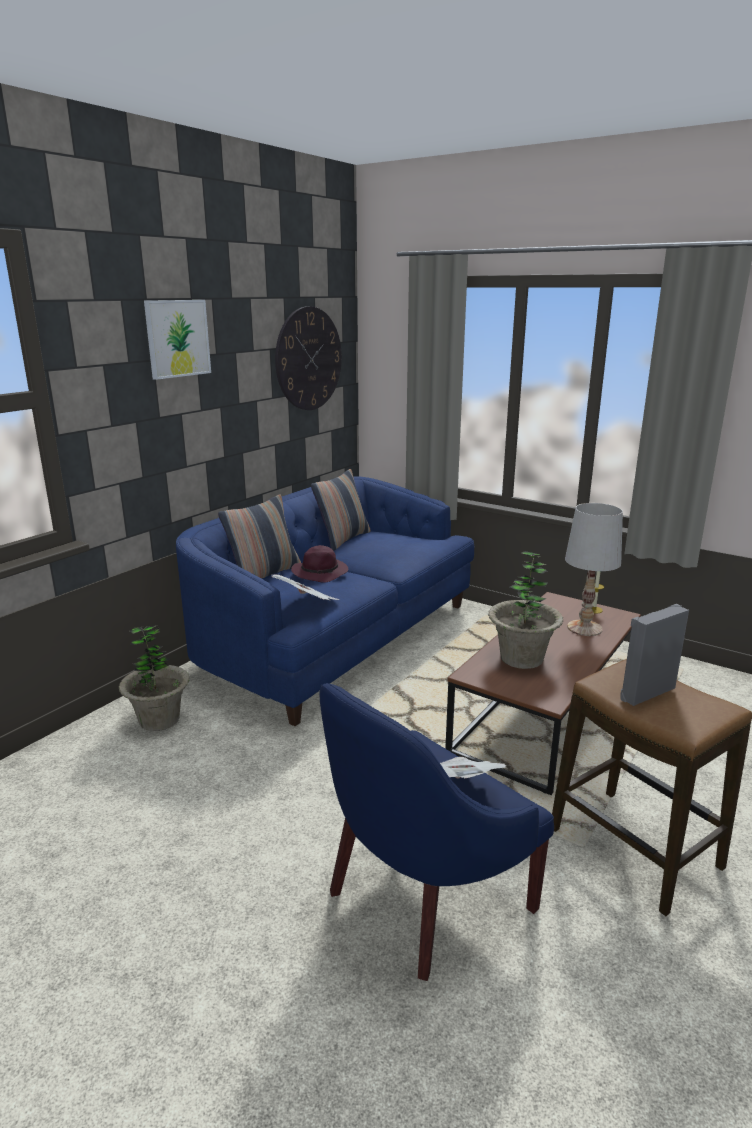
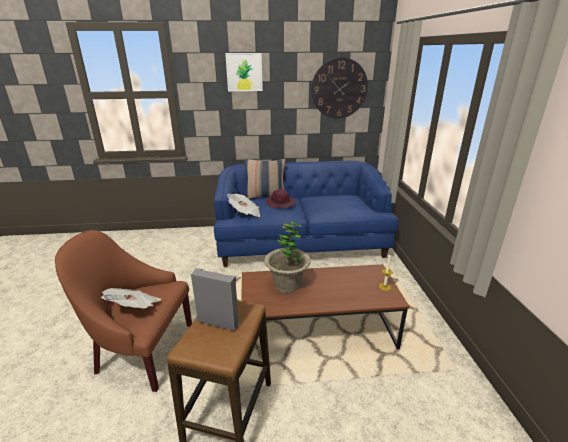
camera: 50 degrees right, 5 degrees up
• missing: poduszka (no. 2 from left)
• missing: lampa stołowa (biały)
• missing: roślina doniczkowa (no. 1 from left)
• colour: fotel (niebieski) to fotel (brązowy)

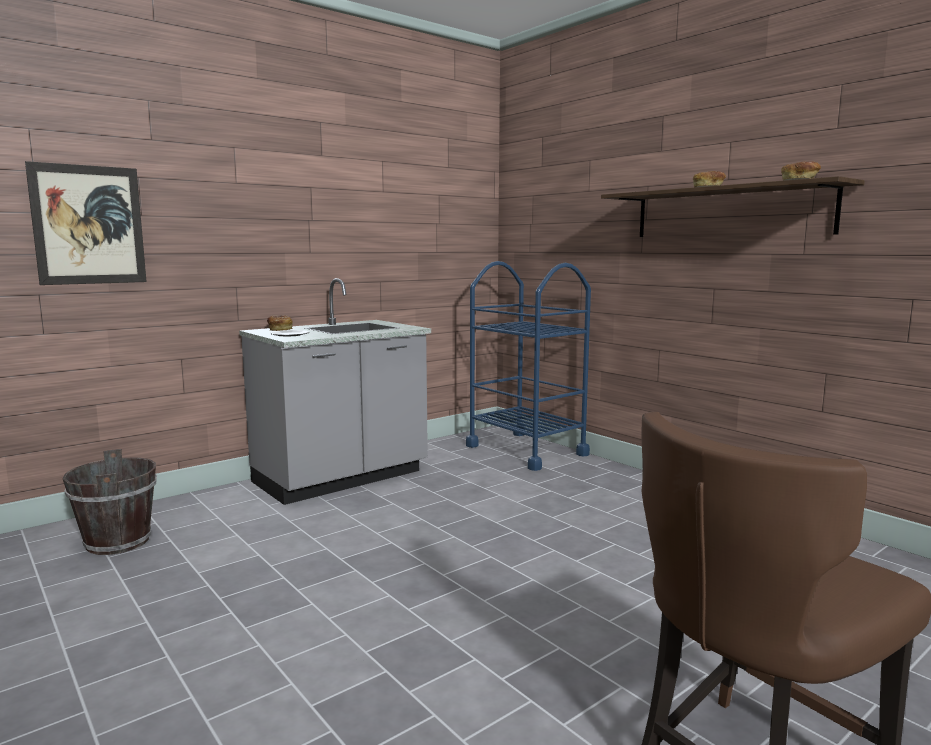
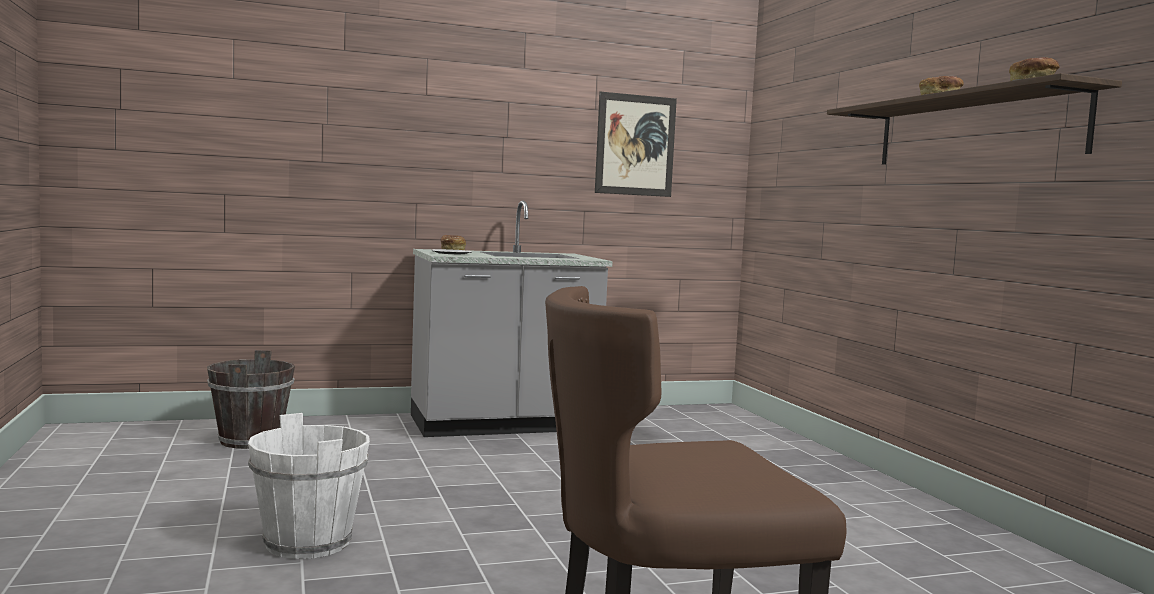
camera: 20 degrees right, 5 degrees down
• relocated: obraz
• missing: wózek (niebieski)
• appeared: wiadro (biały)

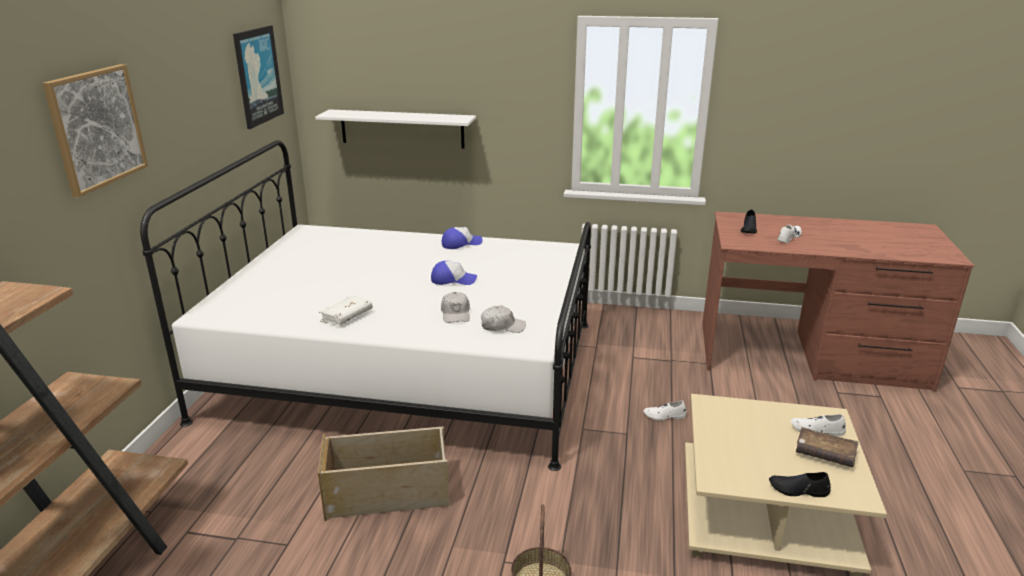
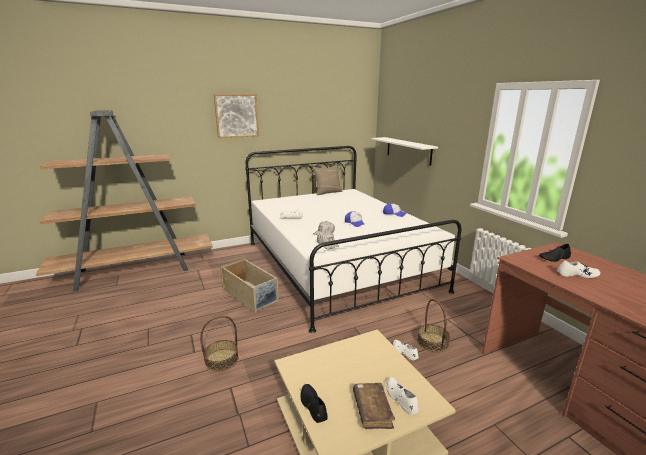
camera: 55 degrees right, 5 degrees down
• missing: obraz (no. 2 from left)
• appeared: poduszka (beżowy)
• appeared: koszyk (no. 2 from left)

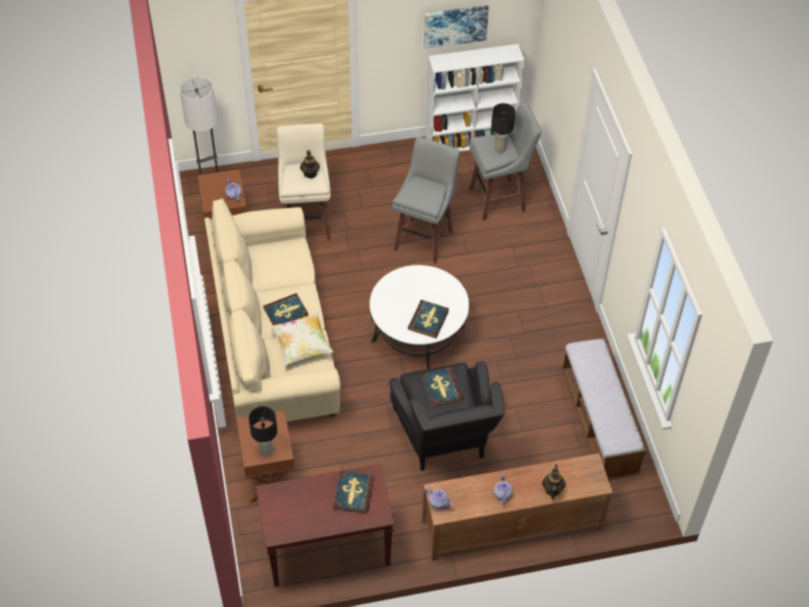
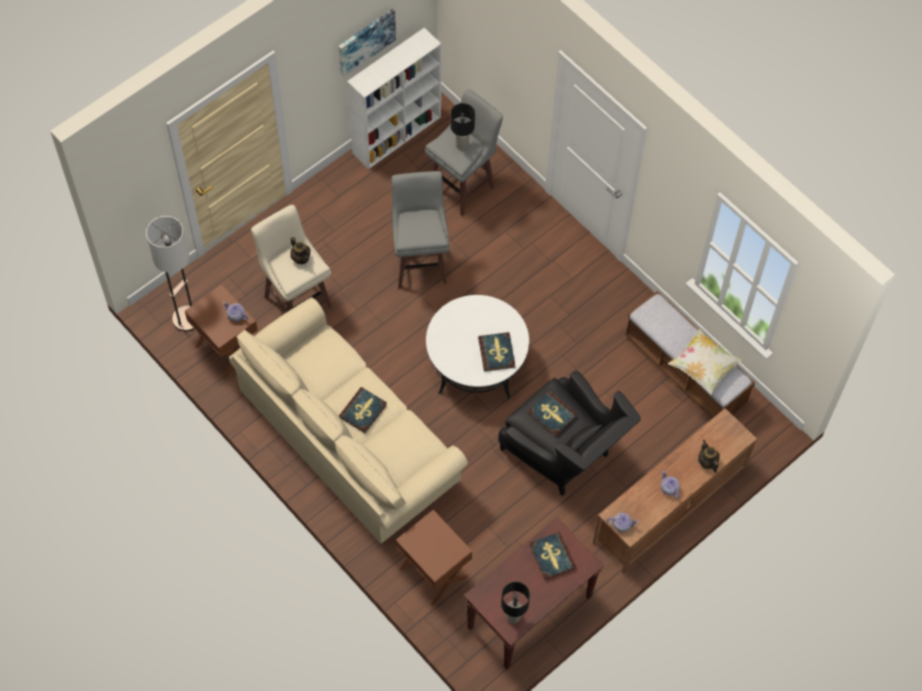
camera: 30 degrees left, 10 degrees up
• relocated: poduszka
• relocated: lampa stołowa (czarny) (no. 1 from left in the first image) to lampa stołowa (czarny) (no. 2 from left)

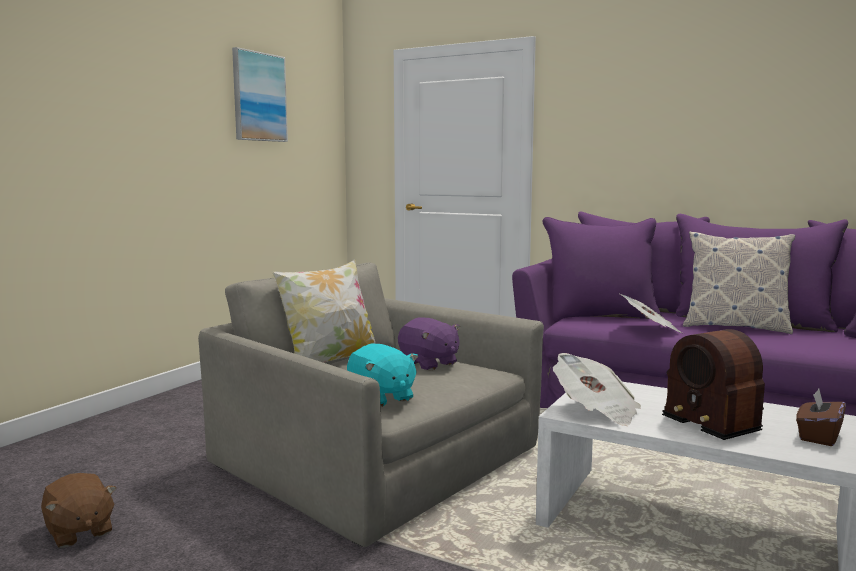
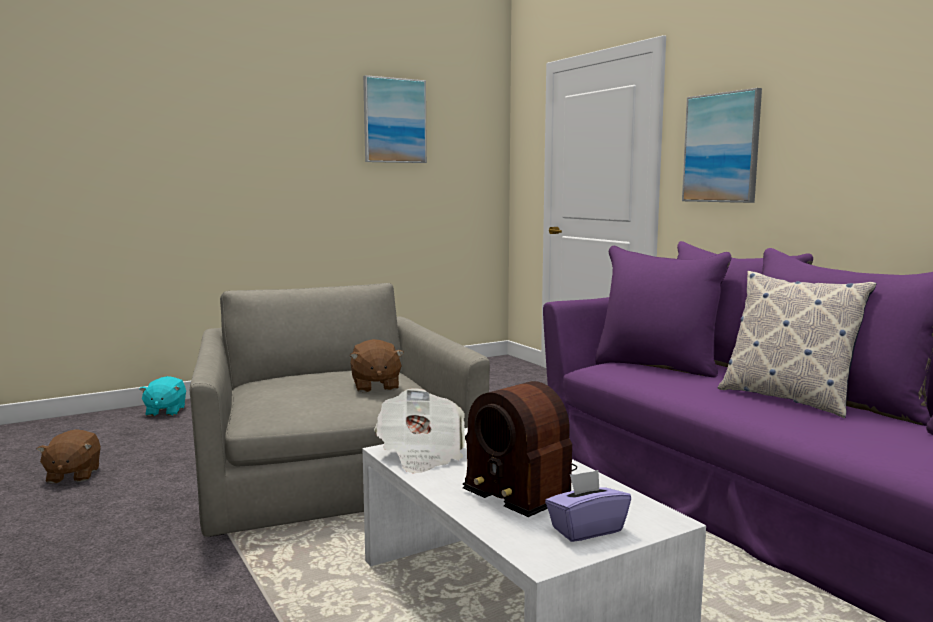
camera: 30 degrees right, 0 degrees up
• missing: poduszka (no. 1 from left)
• missing: gazeta (no. 2 from left)
• colour: pluszak (fioletowy) to pluszak (brązowy) (no. 2 from left)
• spun: radio 45 degrees counterclockwise
• relocated: pluszak (turkusowy)
• colour: pudełko chusteczek (brązowy) to pudełko chusteczek (fioletowy)
• appeared: obraz (no. 2 from left)

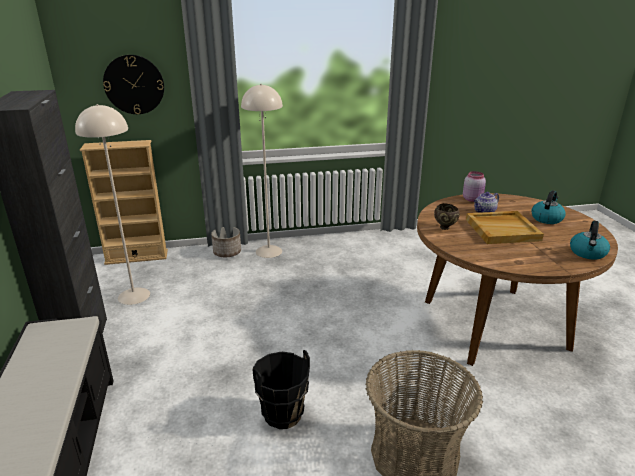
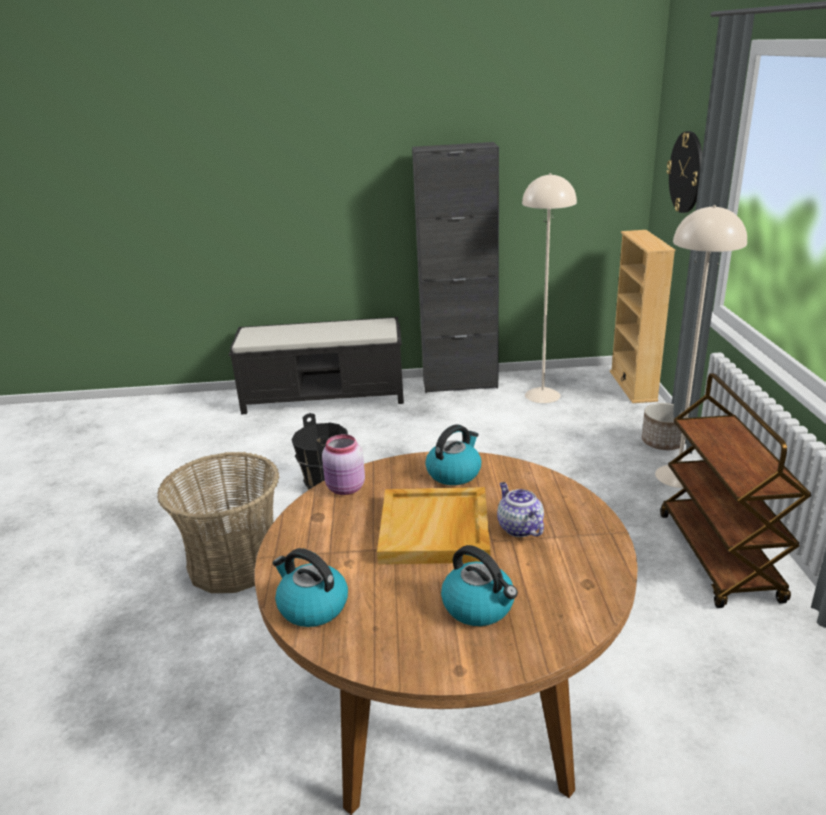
camera: 100 degrees right, 0 degrees up
• relocated: słoik (różowy)
• exchanged: miska (brązowy) to czajnik (no. 2 from left)
• appeared: wózek (brązowy)

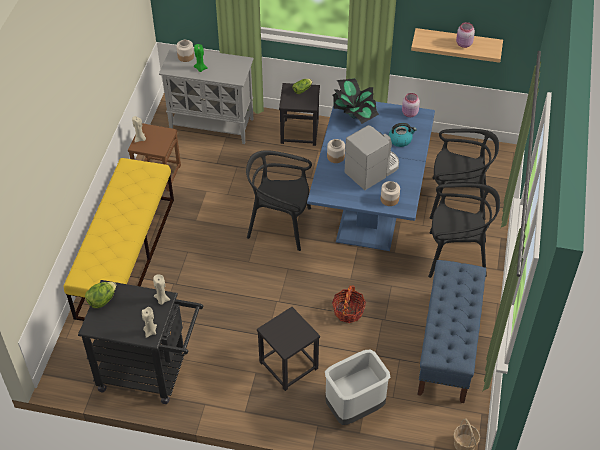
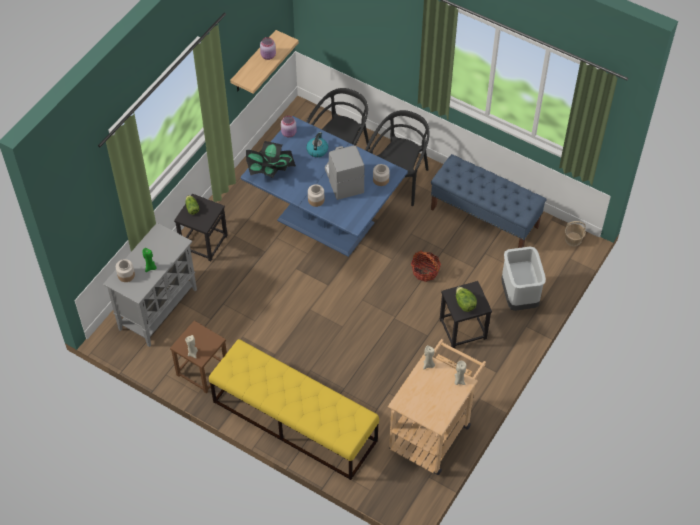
camera: 70 degrees left, 5 degrees up
• missing: krzesło (czarny) (no. 1 from left)
• colour: wózek (czarny) to wózek (beżowy)
• relocated: sałata (no. 1 from left in the first image) to sałata (no. 2 from left)

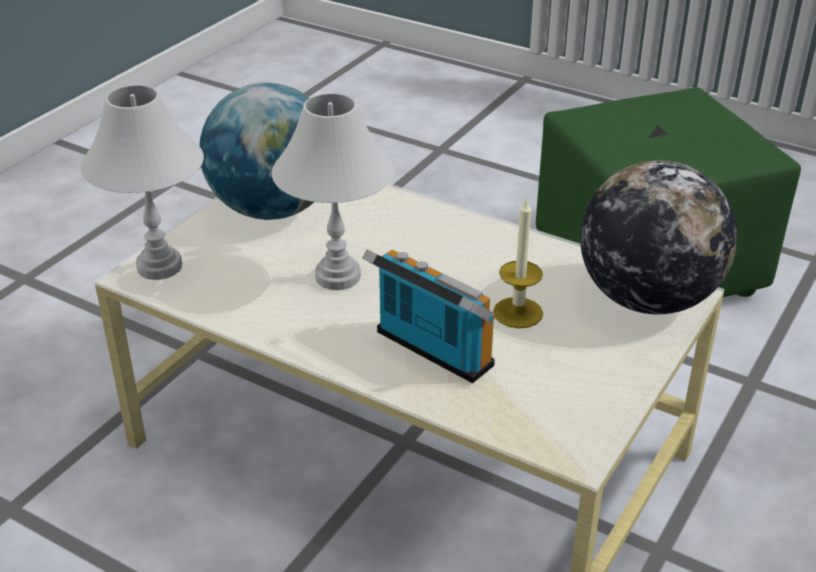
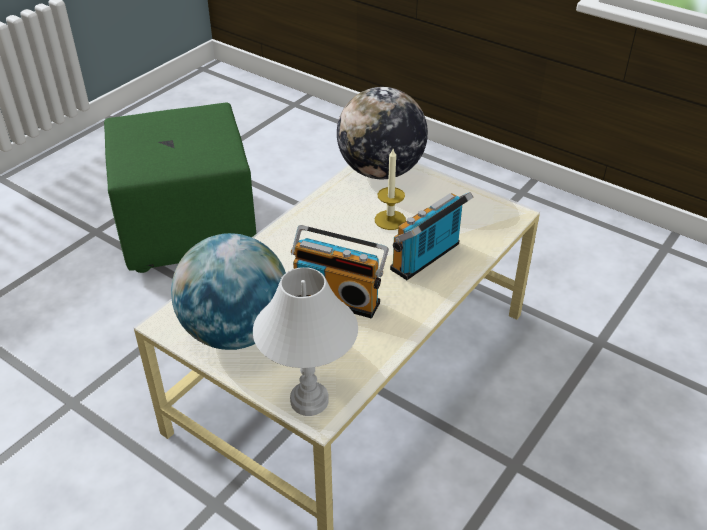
camera: 85 degrees left, 5 degrees up
• exchanged: lampa stołowa (biały) (no. 2 from left) to radio (no. 1 from left)

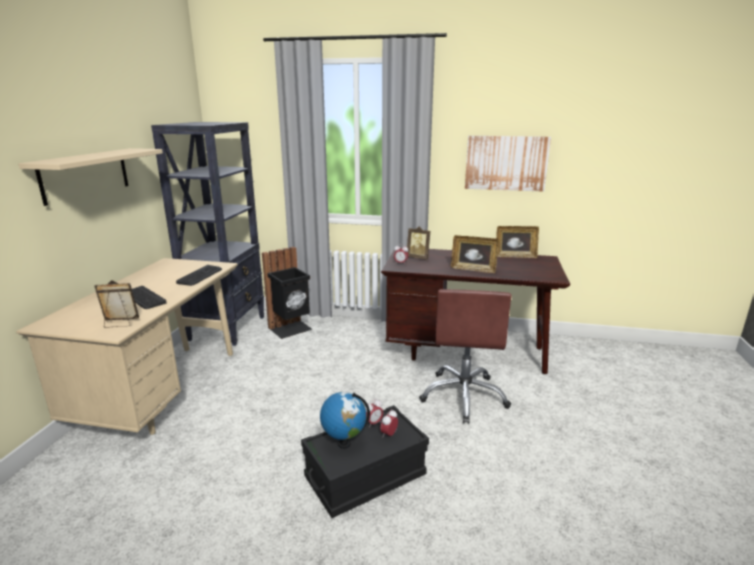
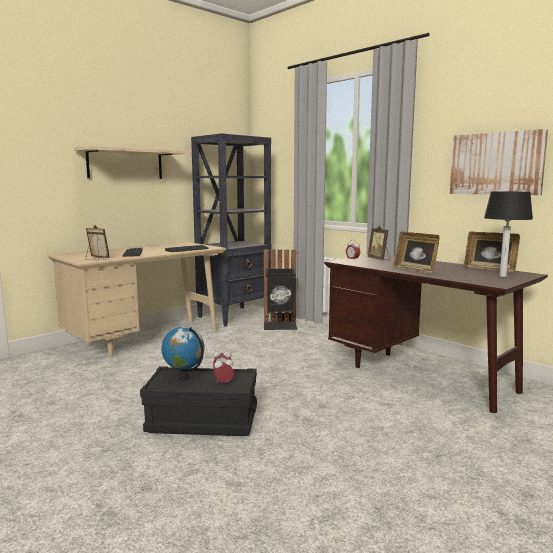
camera: 35 degrees right, 10 degrees down
• missing: krzesło biurowe (brązowy)
• appeared: lampa stołowa

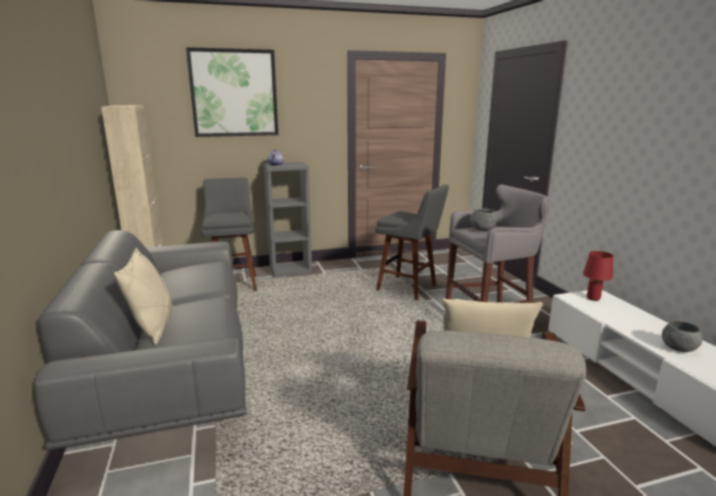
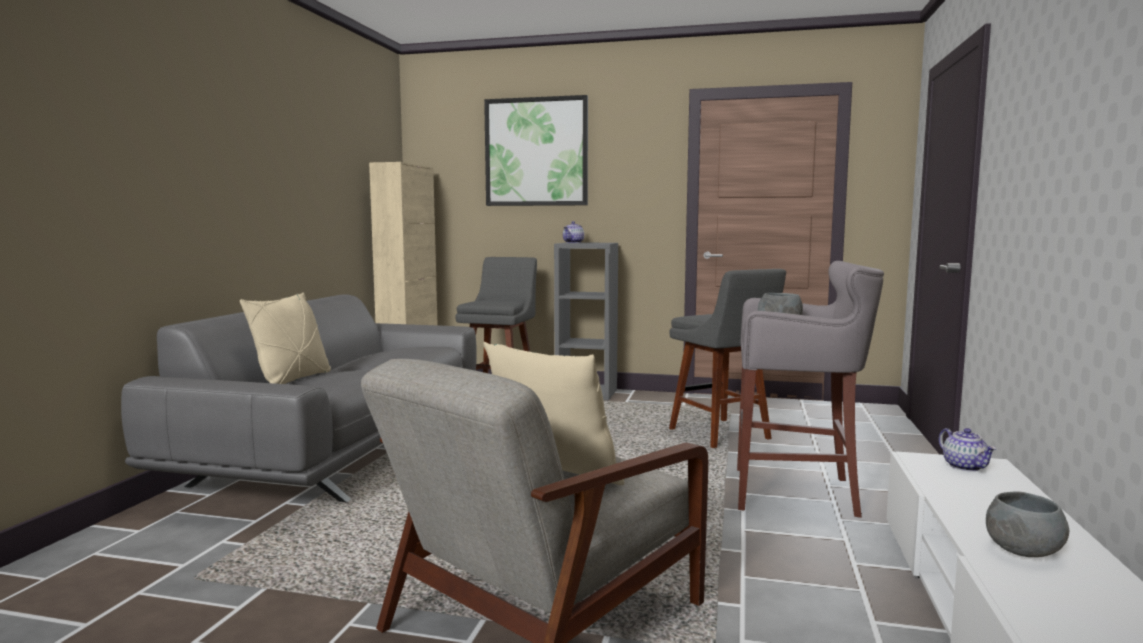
camera: 30 degrees right, 10 degrees down
• exchanged: lampa stołowa (czerwony) to imbryk (no. 2 from left)

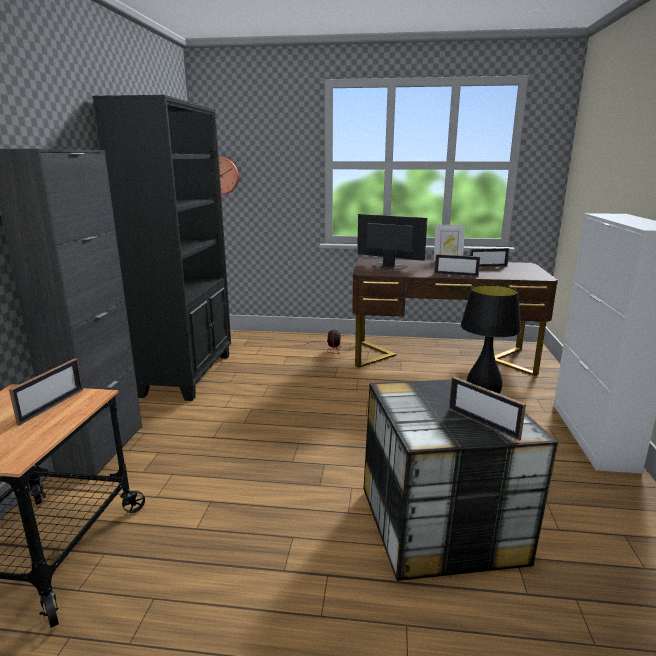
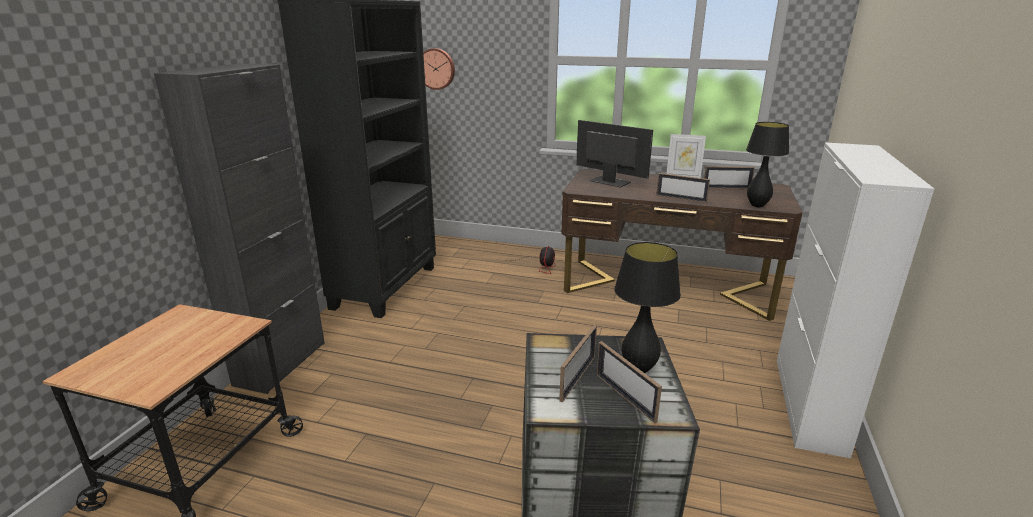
camera: 10 degrees right, 5 degrees up
• relocated: ramka na zdjęcie (no. 1 from left)
• appeared: lampa stołowa (czarny) (no. 2 from left)

